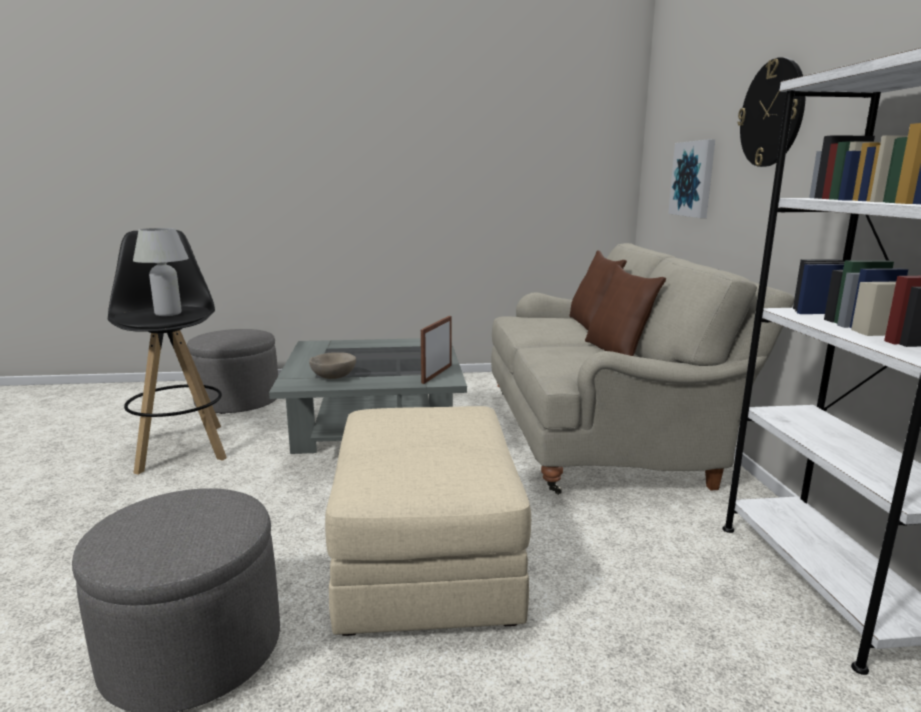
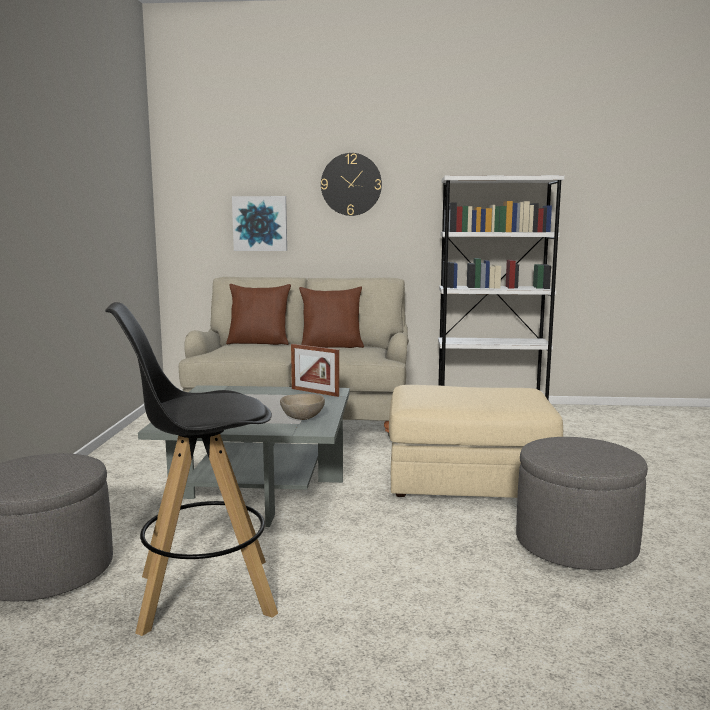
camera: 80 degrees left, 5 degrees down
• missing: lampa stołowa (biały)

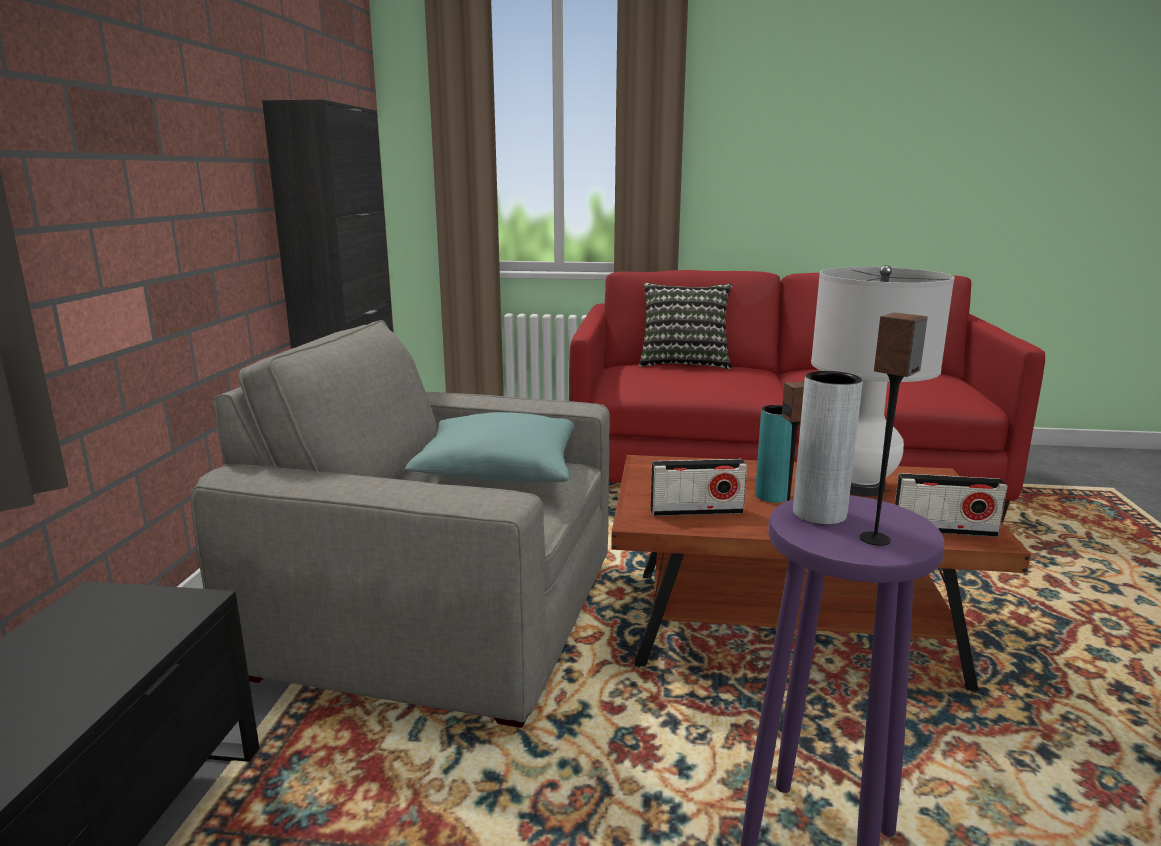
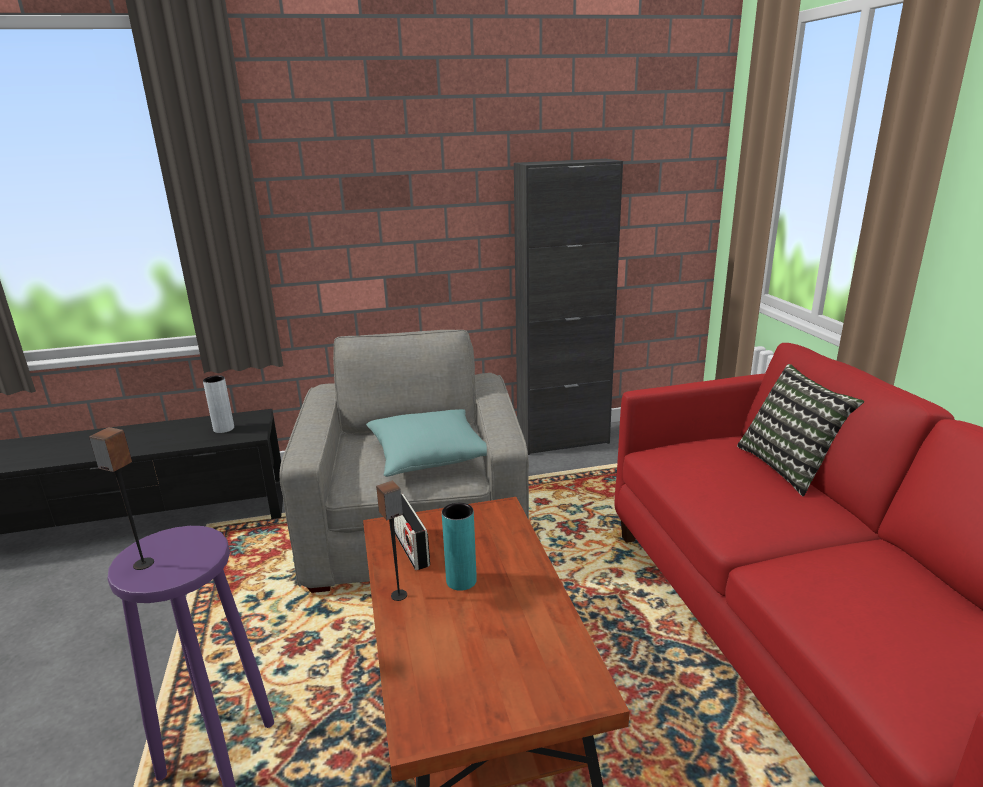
camera: 70 degrees right, 5 degrees up
• missing: lampa stołowa (biały)
• relocated: wazon (szary)
• missing: radio (no. 2 from left)

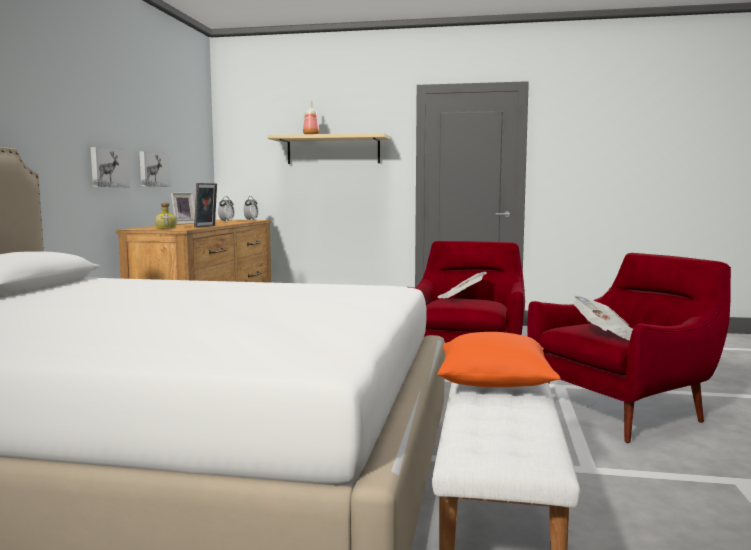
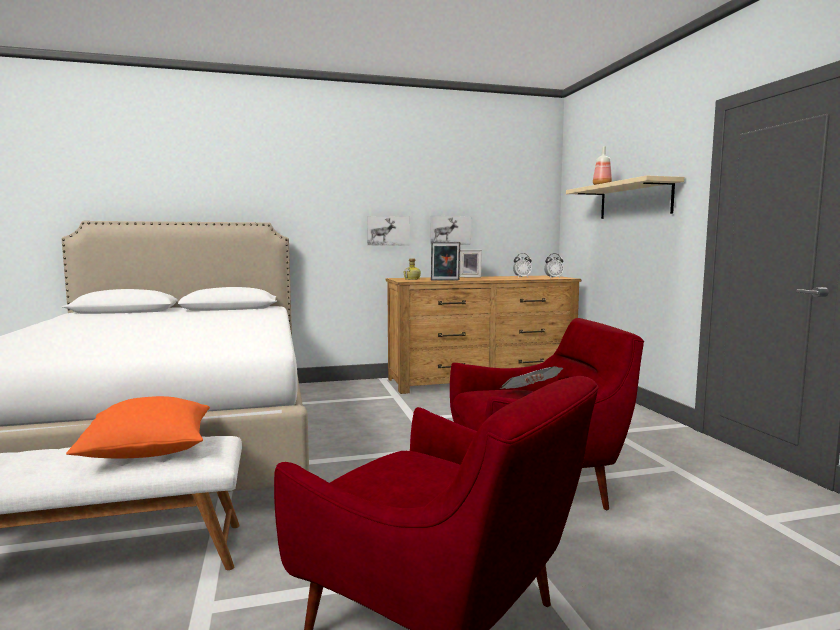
camera: 65 degrees right, 0 degrees up
• missing: gazeta (no. 2 from left)

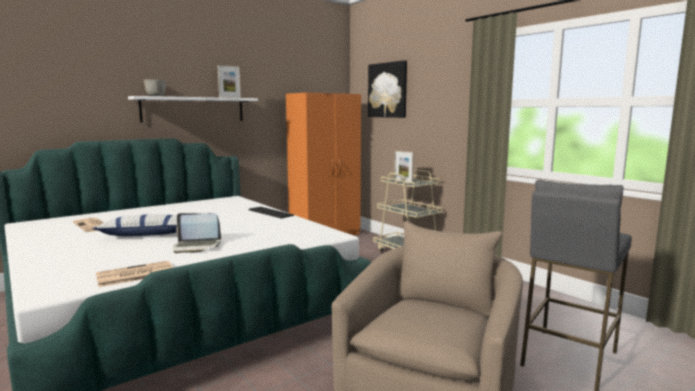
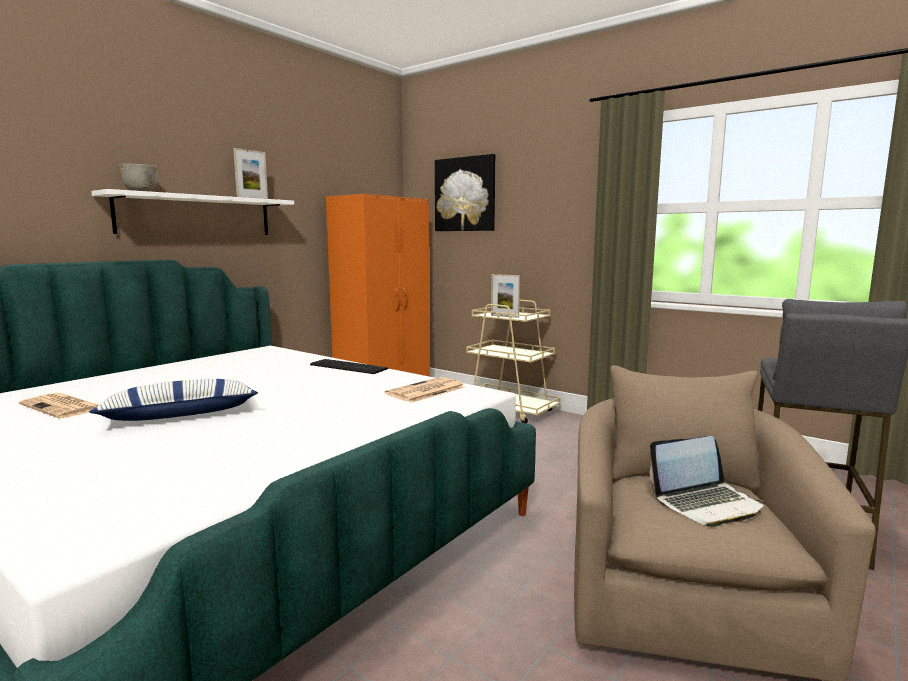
camera: 15 degrees left, 0 degrees up
• relocated: laptop
• relocated: gazeta (no. 2 from left)

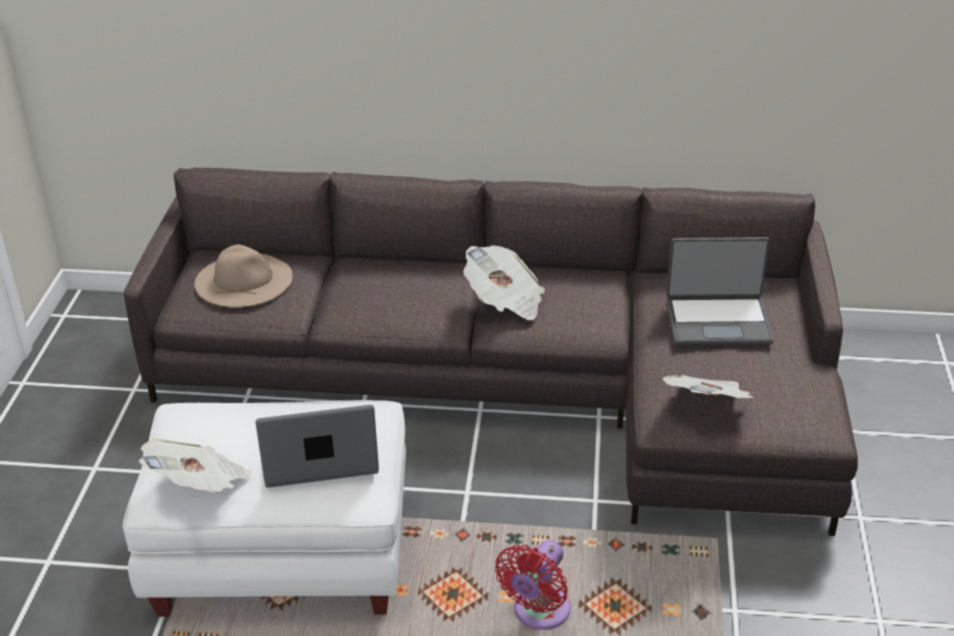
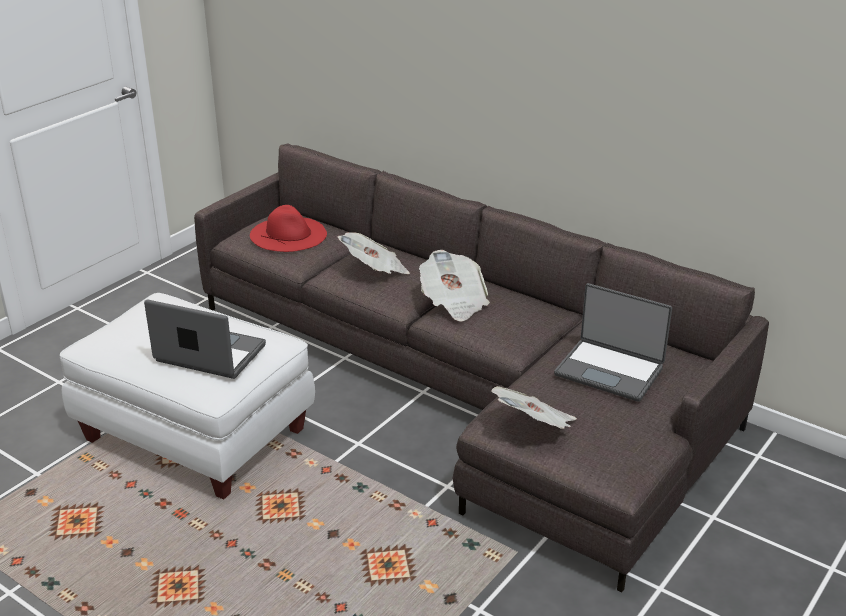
camera: 30 degrees right, 5 degrees down
• colour: kapelusz (beżowy) to kapelusz (czerwony)
• relocated: gazeta (no. 1 from left)
• missing: wentylator (czerwony)

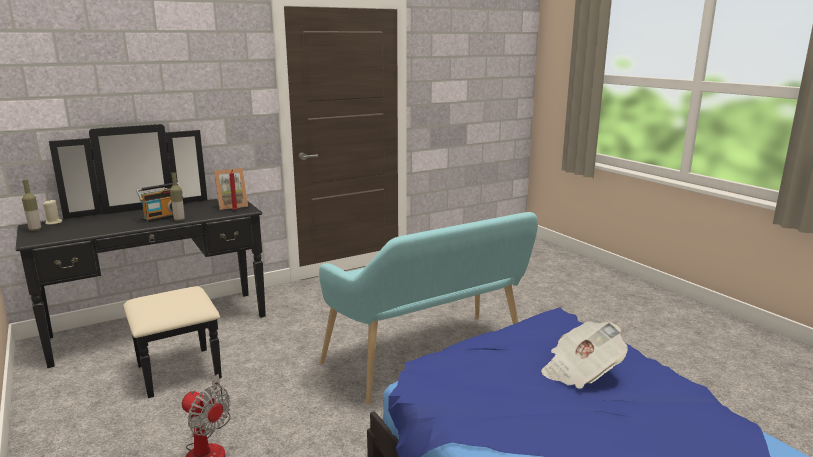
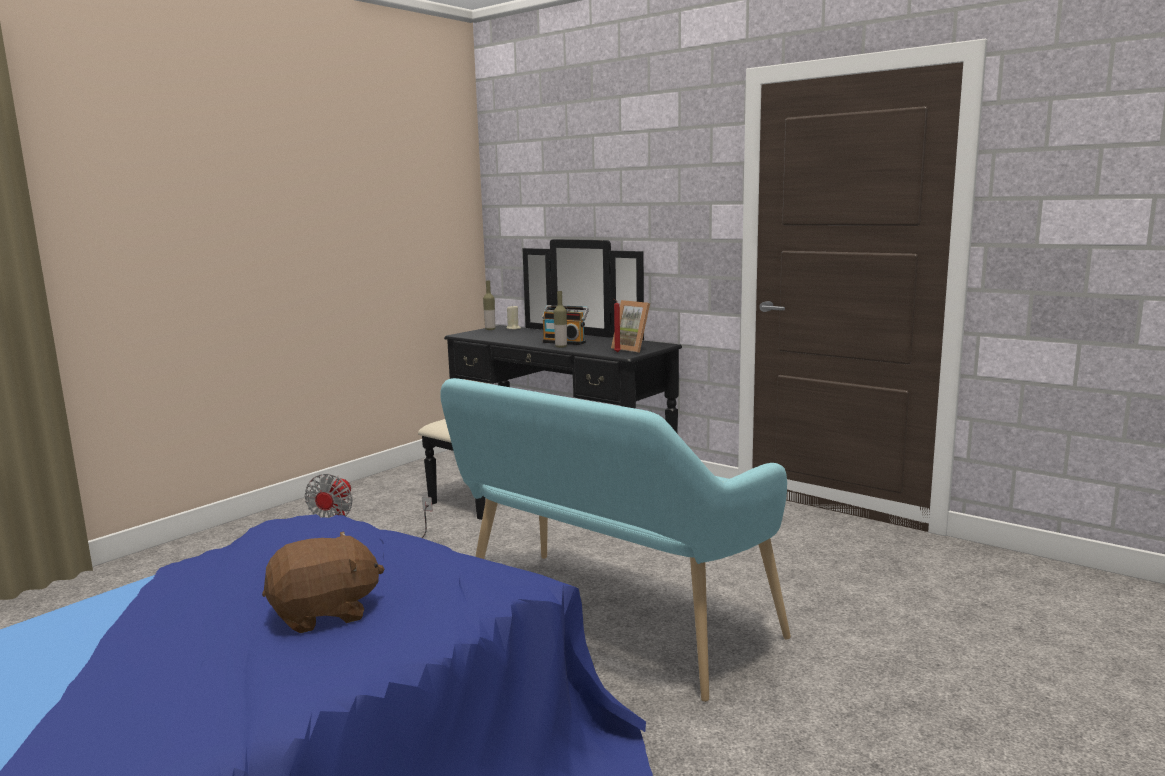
camera: 70 degrees right, 5 degrees down
• exchanged: gazeta to pluszak (brązowy)

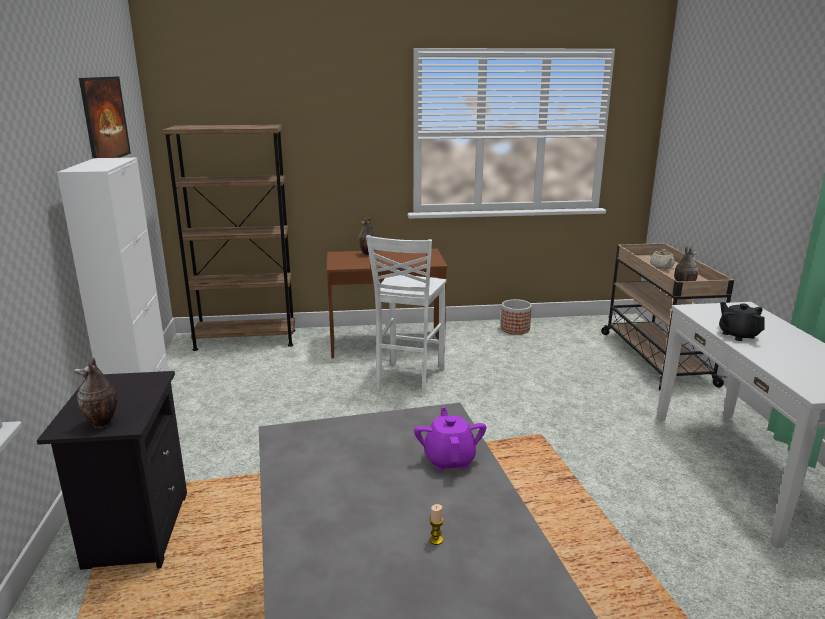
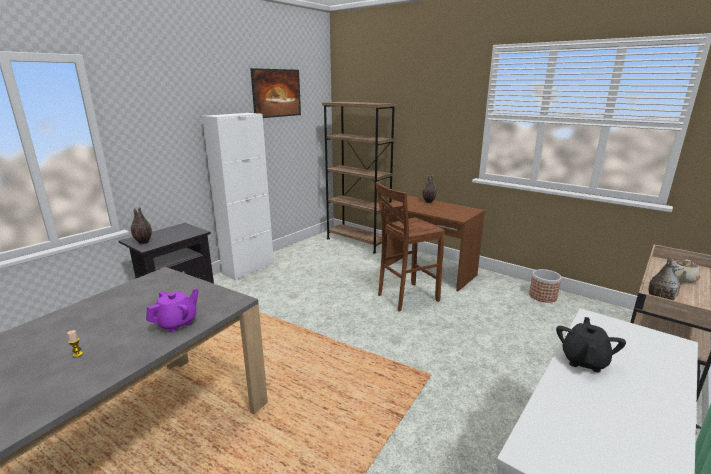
camera: 45 degrees right, 0 degrees up
• colour: stołek (biały) to stołek (brązowy)

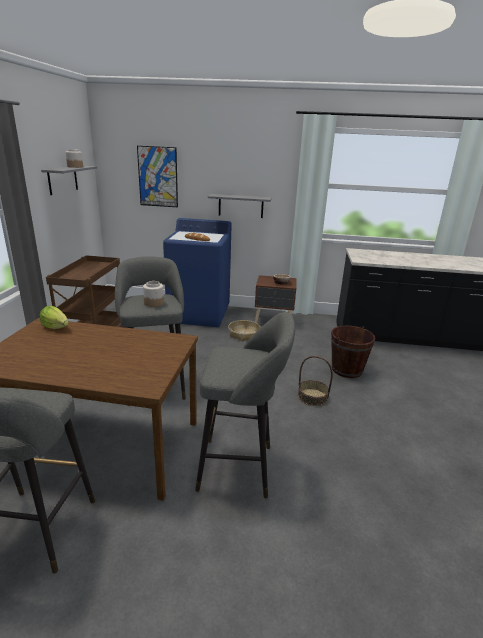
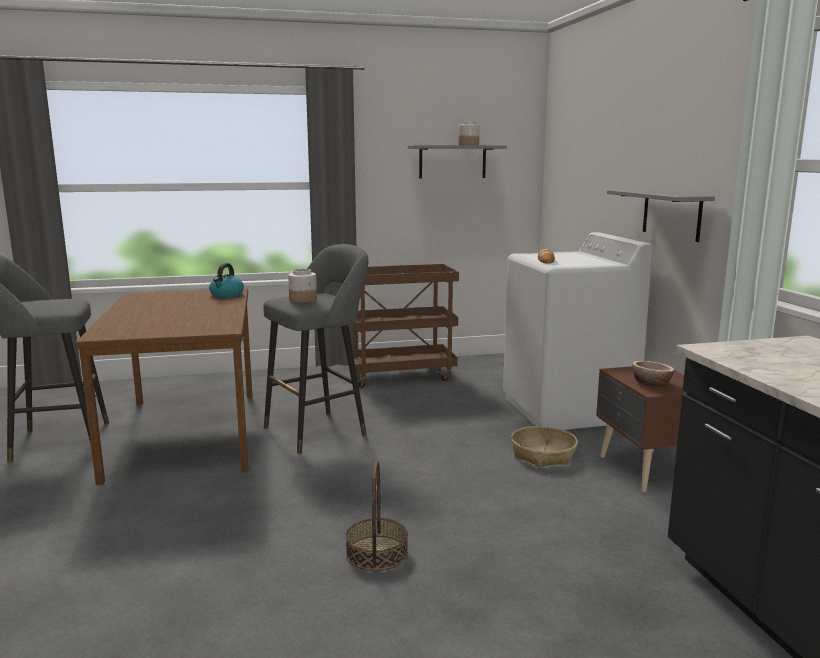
camera: 70 degrees right, 10 degrees down
• missing: obraz
• colour: pralka (niebieski) to pralka (biały)
• exchanged: sałata to czajnik
• missing: stołek (szary) (no. 3 from left)
• missing: wiadro (brązowy)

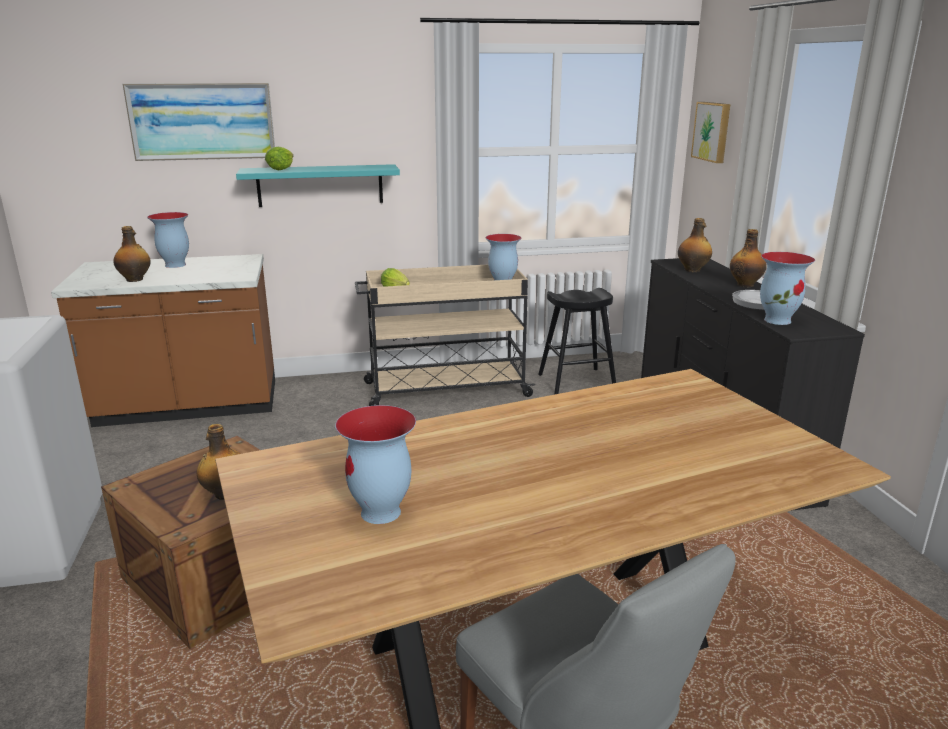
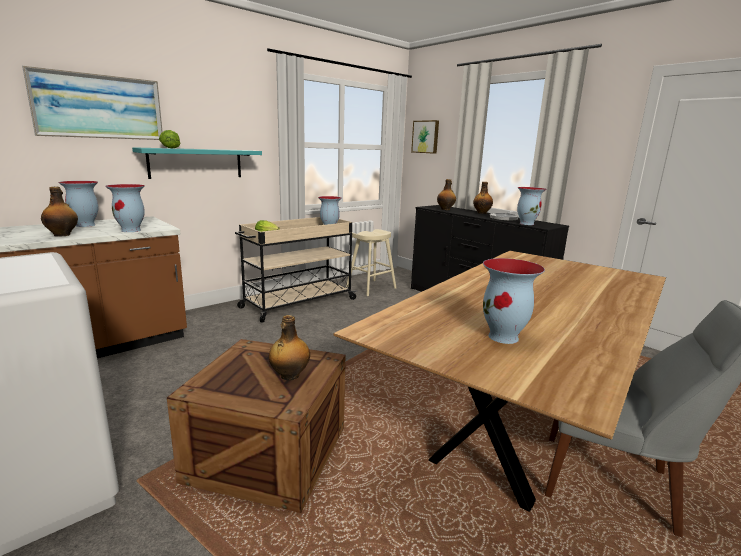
camera: 30 degrees left, 5 degrees down
• colour: stołek (czarny) to stołek (beżowy)
• appeared: wazon (no. 2 from left)

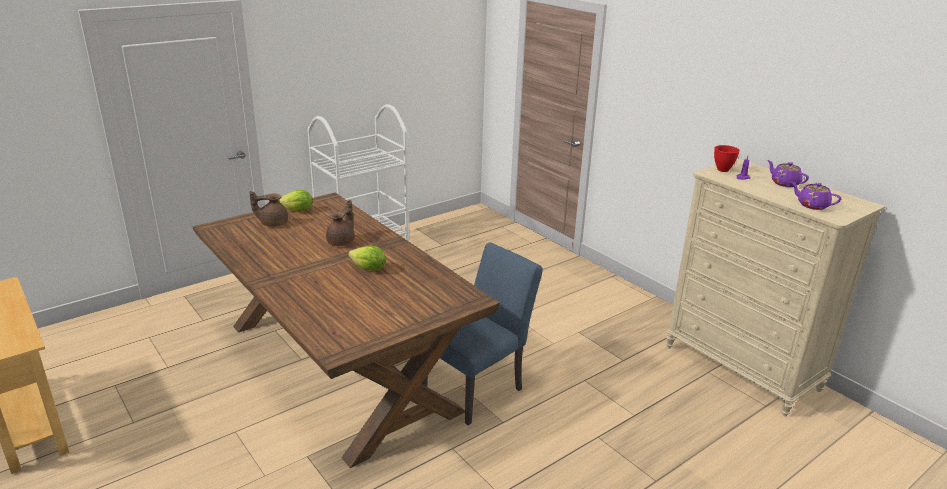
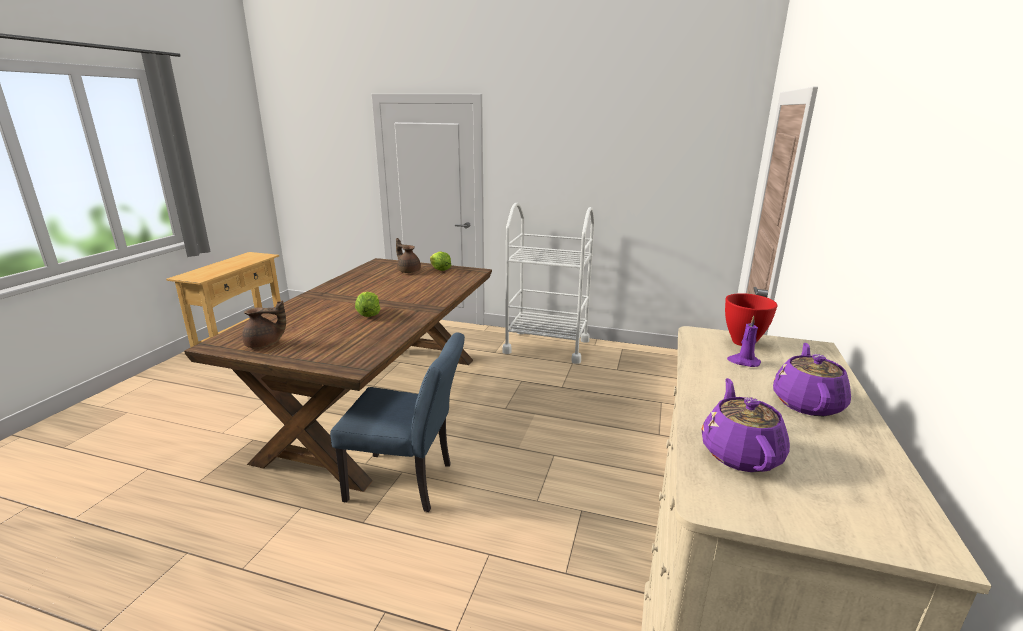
camera: 55 degrees right, 5 degrees down
• relocated: imbryk (brązowy) (no. 2 from left in the first image) to imbryk (brązowy) (no. 1 from left)

